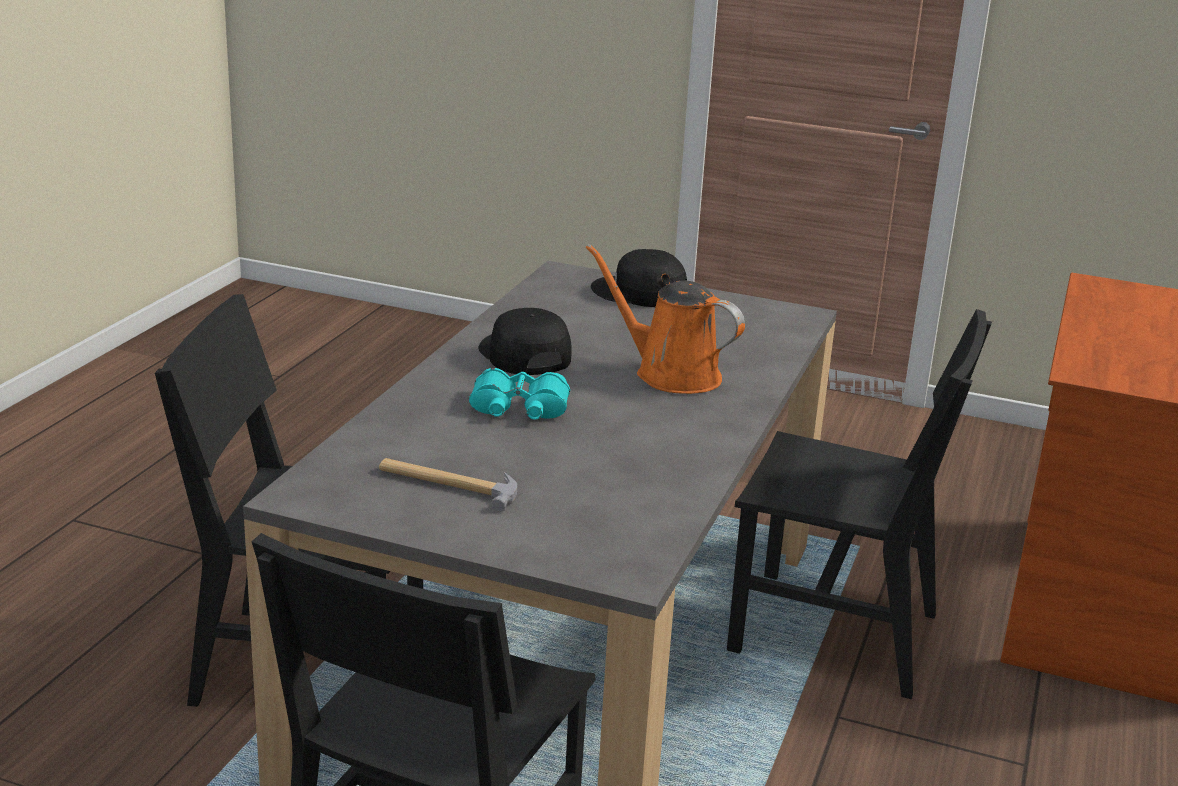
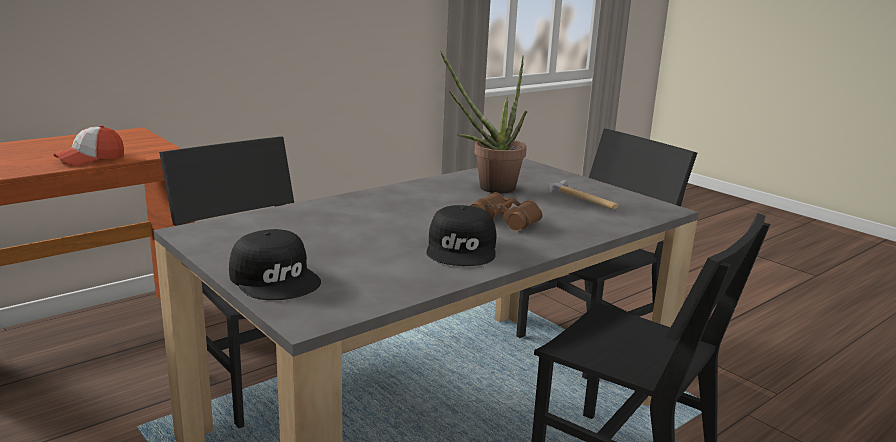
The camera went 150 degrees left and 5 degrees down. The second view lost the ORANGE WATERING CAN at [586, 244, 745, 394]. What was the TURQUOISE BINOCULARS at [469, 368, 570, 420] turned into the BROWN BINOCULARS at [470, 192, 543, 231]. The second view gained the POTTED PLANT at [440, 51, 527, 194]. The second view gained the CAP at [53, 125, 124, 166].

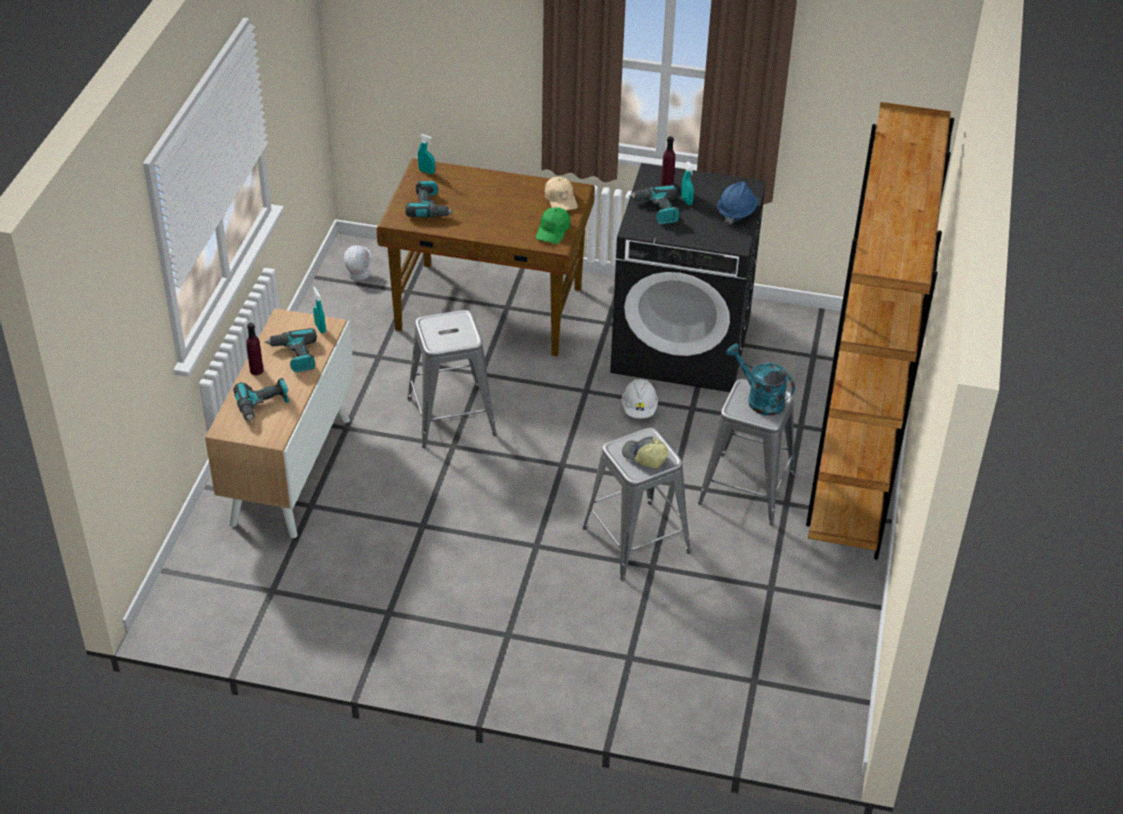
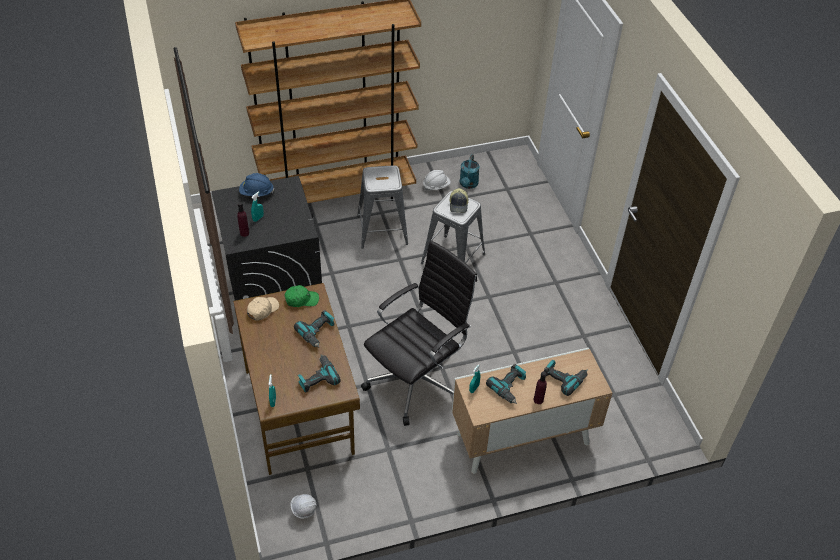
The camera went 120 degrees left and 5 degrees up. The POWER DRILL ended up elsewhere, having gone from [629, 185, 679, 224] to [294, 310, 334, 347]. Where the GREY STOOL stood at [407, 310, 497, 448], the BLACK OFFICE CHAIR came to stand at [361, 241, 477, 426]. The TURQUOISE WATERING CAN ended up elsewhere, having gone from [726, 344, 795, 416] to [460, 154, 480, 189]. The WHITE HARD HAT ended up elsewhere, having gone from [621, 379, 658, 418] to [423, 170, 451, 191].

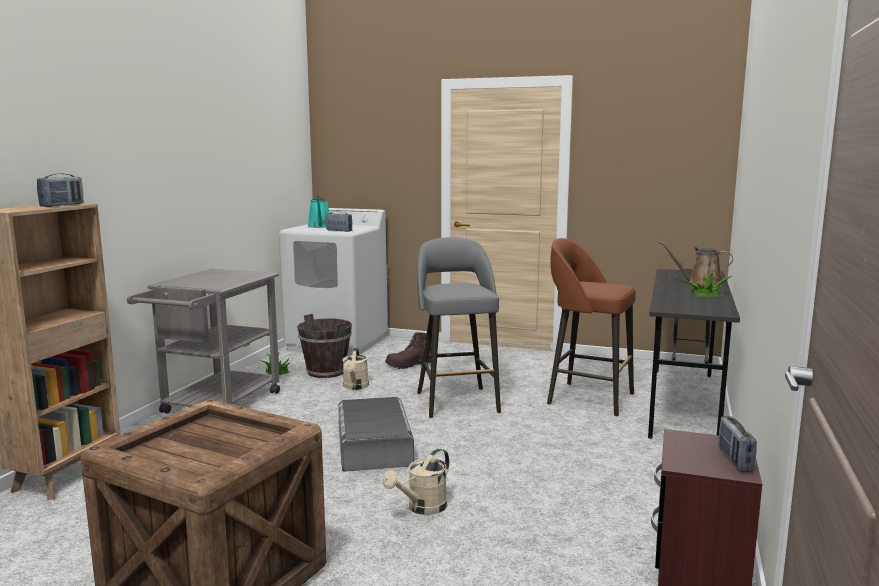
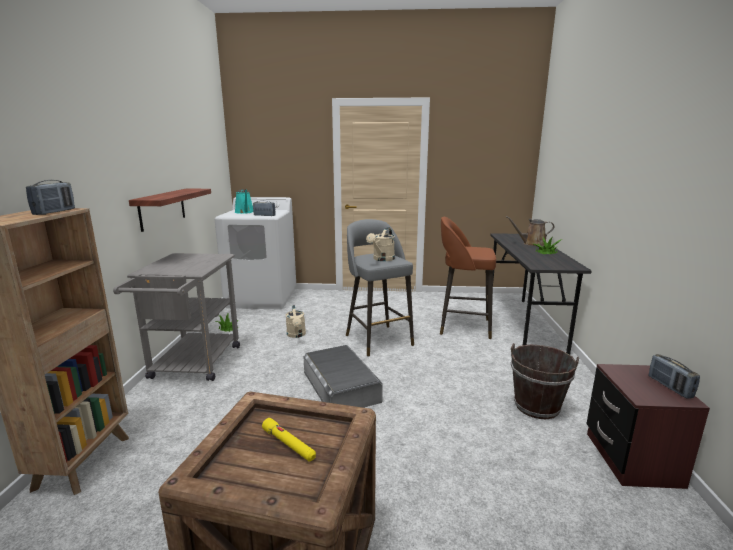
The camera went 15 degrees left and 5 degrees up. The BROWN BUCKET ended up elsewhere, having gone from [297, 314, 352, 378] to [511, 343, 579, 419]. The second view lost the BROWN BOOT at [385, 332, 432, 369]. The BEIGE WATERING CAN ended up elsewhere, having gone from [383, 448, 449, 515] to [366, 227, 395, 261]. The second view gained the SHELF at [129, 189, 211, 232]. The second view gained the YELLOW FLASHLIGHT at [262, 418, 316, 461].

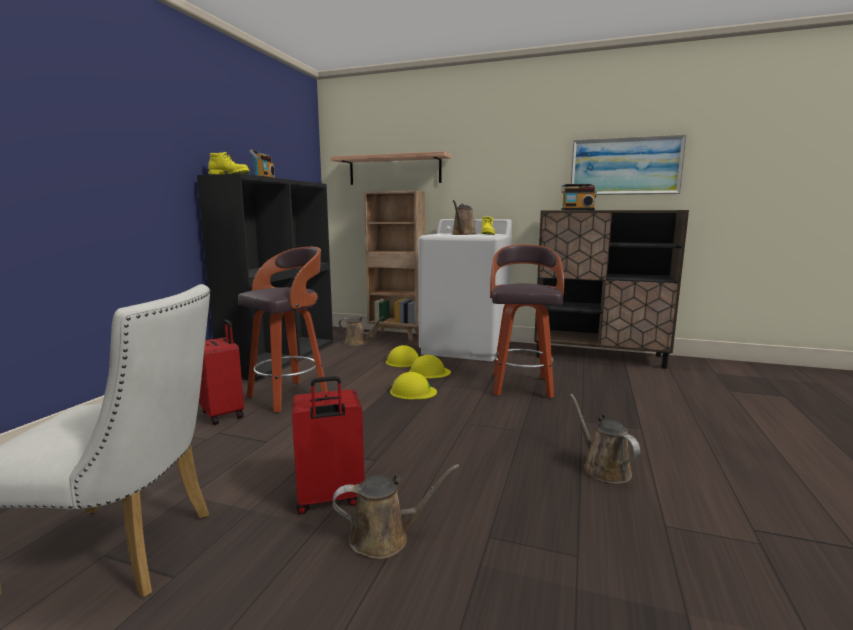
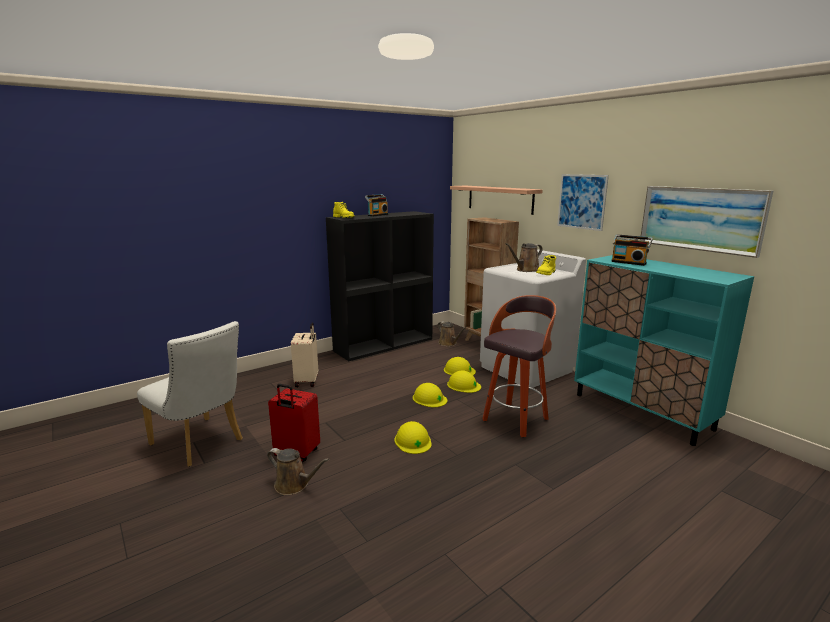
The camera went 35 degrees right and 5 degrees up. What was the BROWN CABINET at [534, 210, 689, 369] turned into the TURQUOISE CABINET at [574, 255, 754, 446]. The second view lost the STOOL at [238, 247, 328, 413]. What was the RED SUITCASE at [199, 320, 244, 425] turned into the BEIGE SUITCASE at [291, 322, 318, 387]. The second view lost the BROWN WATERING CAN at [570, 394, 640, 484]. The second view gained the PICTURE at [557, 174, 609, 231]. The second view gained the YELLOW HARD HAT at [394, 421, 432, 454].

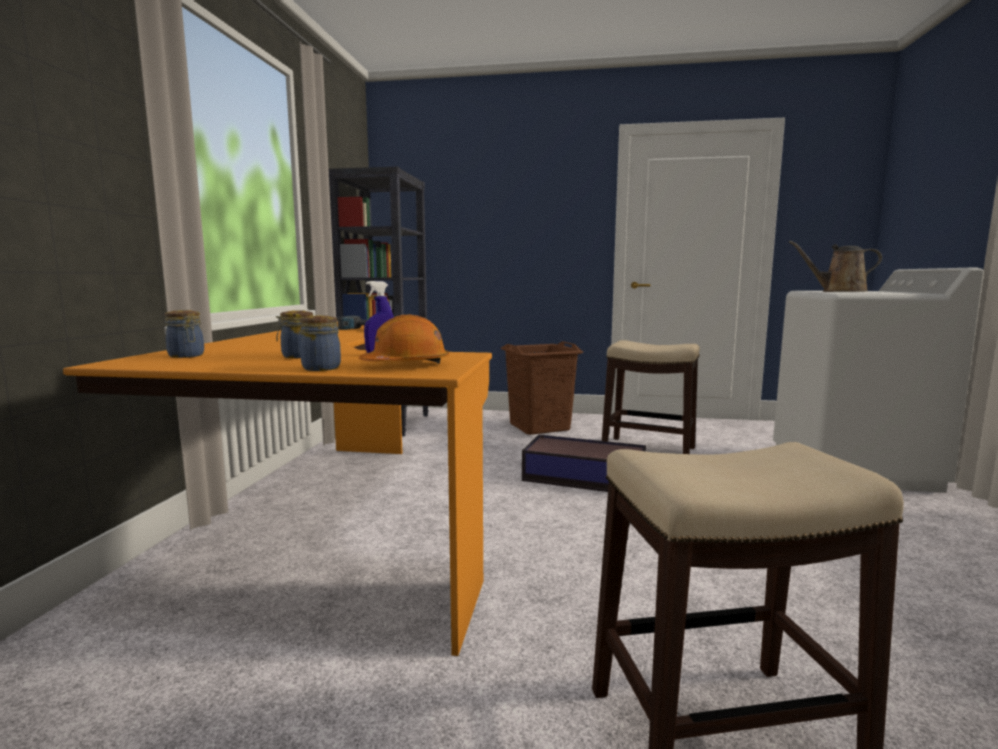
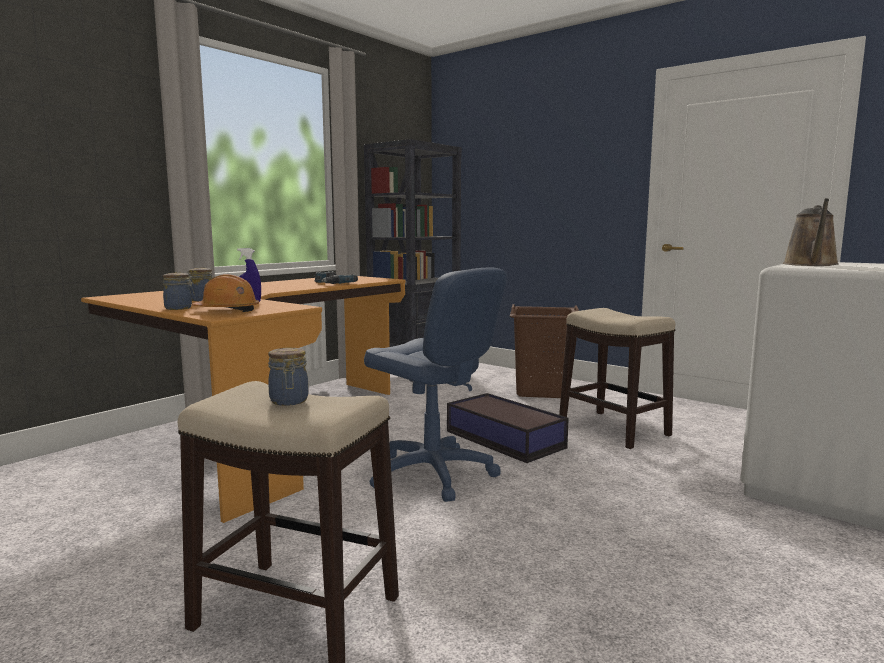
The camera went 30 degrees right and 0 degrees up. The BROWN WATERING CAN at [789, 241, 882, 292] ended up facing another way, 105 degrees counterclockwise from before. The JAR ended up elsewhere, having gone from [164, 310, 204, 358] to [268, 348, 309, 406]. The second view gained the BLUE OFFICE CHAIR at [364, 268, 507, 502].

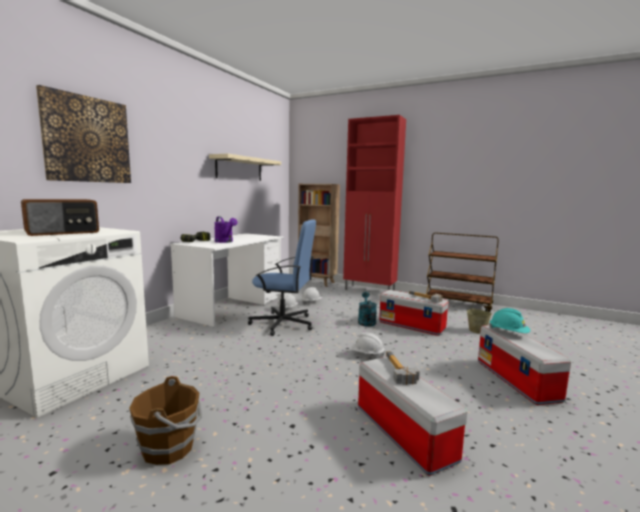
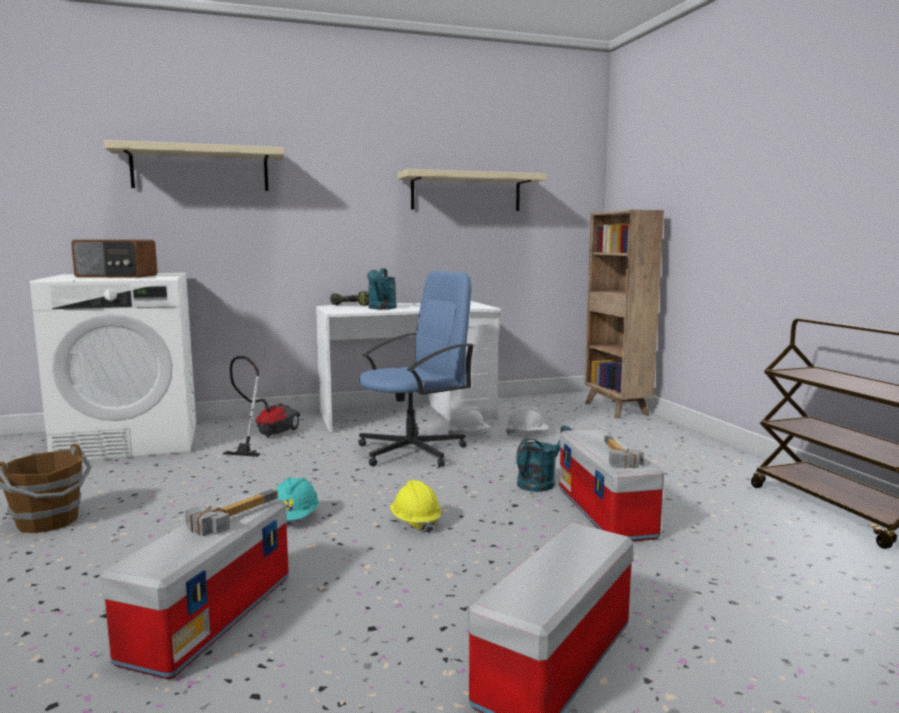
The camera went 45 degrees right and 0 degrees up. Where the PICTURE hung at [36, 85, 131, 183], the BEIGE SHELF came to hang at [104, 140, 284, 191]. The second view lost the RED CABINET at [343, 115, 406, 291]. What was the PURPLE WATERING CAN at [214, 216, 238, 243] turned into the TURQUOISE WATERING CAN at [367, 269, 397, 309]. The BLUE OFFICE CHAIR at [248, 219, 316, 336] ended up facing another way, 90 degrees counterclockwise from before. The second view lost the BEIGE BUCKET at [467, 299, 492, 334]. The TURQUOISE HARD HAT ended up elsewhere, having gone from [489, 308, 531, 333] to [276, 477, 319, 520]. What was the WHITE HARD HAT at [351, 332, 385, 357] turned into the YELLOW HARD HAT at [390, 480, 441, 533]. The second view gained the VACUUM CLEANER at [223, 356, 300, 457].

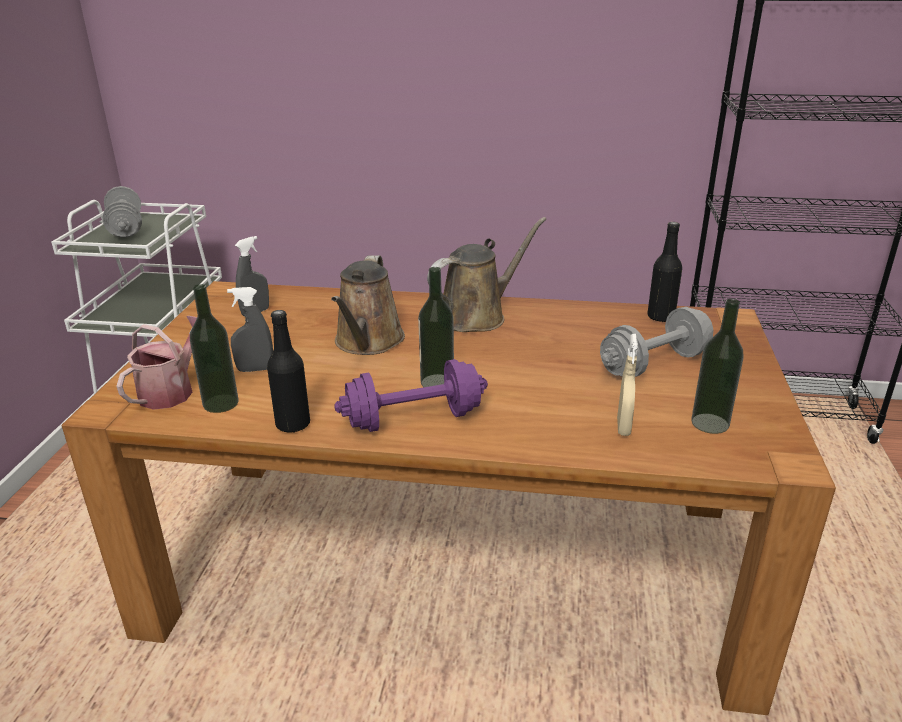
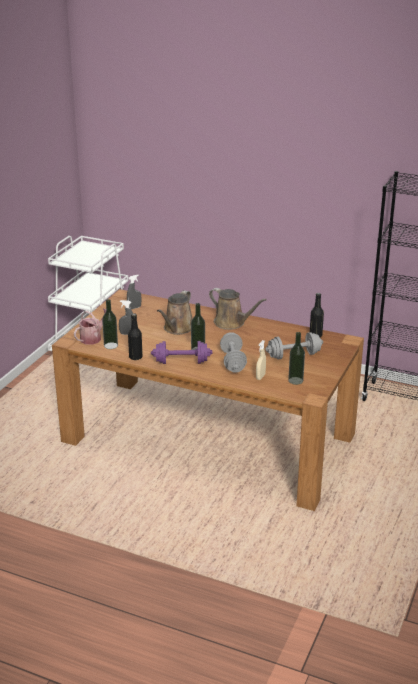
The camera went 15 degrees right and 0 degrees up. The GREY DUMBBELL ended up elsewhere, having gone from [103, 186, 142, 238] to [220, 332, 247, 372]. The BROWN WATERING CAN at [427, 217, 546, 332] ended up facing another way, 60 degrees clockwise from before.

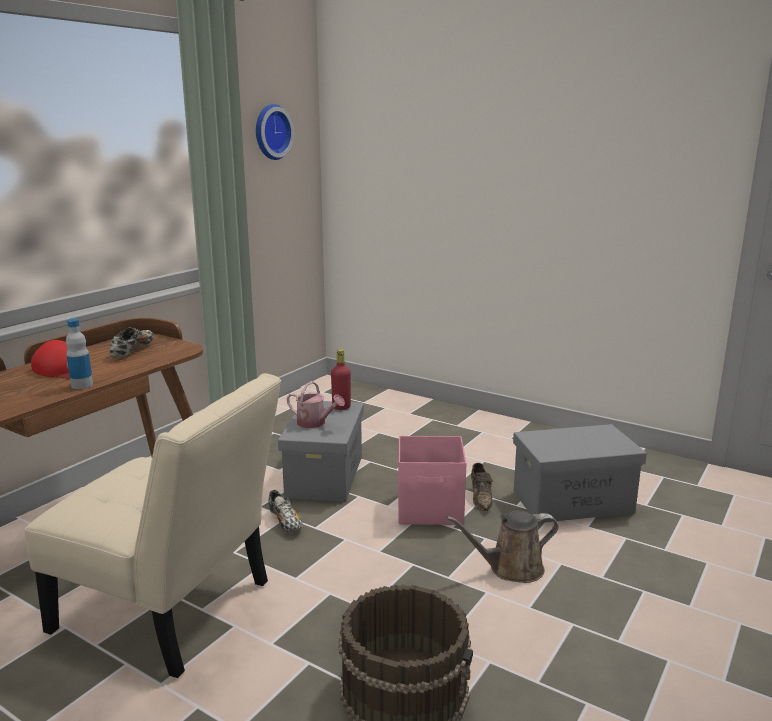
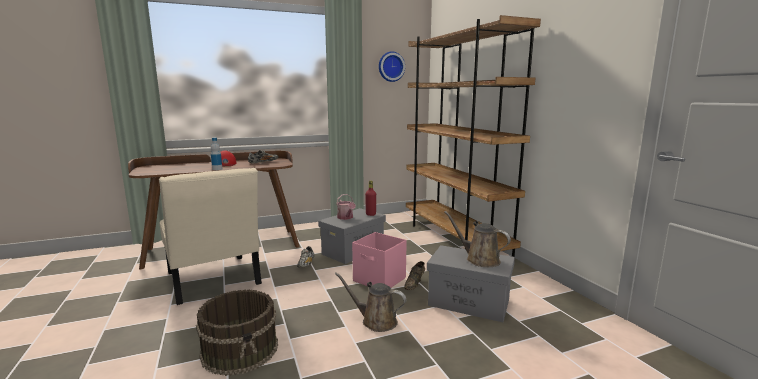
The camera went 35 degrees right and 5 degrees down. The second view gained the BROWN BOOKCASE at [406, 15, 541, 257]. The second view gained the BROWN WATERING CAN at [444, 211, 511, 267].

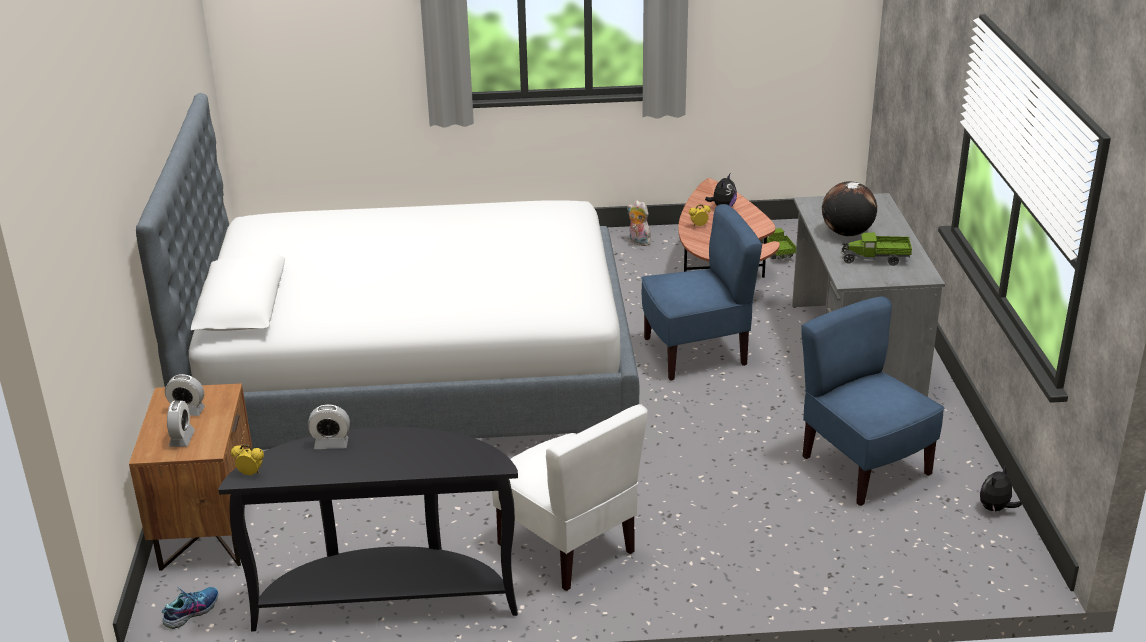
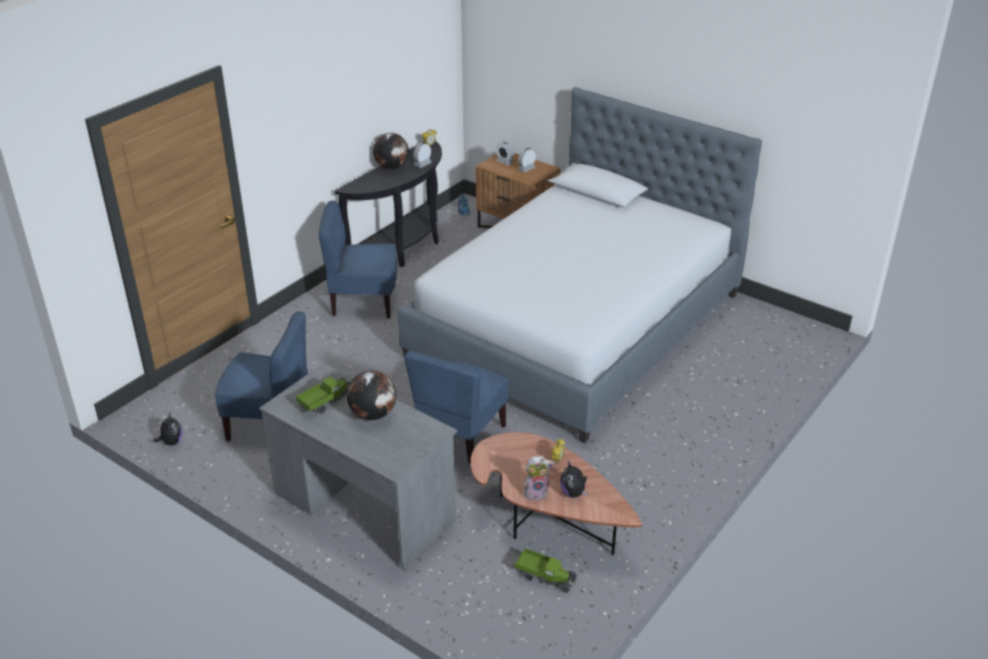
The camera went 130 degrees right and 5 degrees up. The PLUSH TOY ended up elsewhere, having gone from [627, 200, 651, 246] to [523, 456, 554, 501]. What was the WHITE CHAIR at [492, 404, 648, 591] turned into the BLUE CHAIR at [319, 201, 397, 319]. The second view gained the GLOBE at [373, 133, 409, 169].

